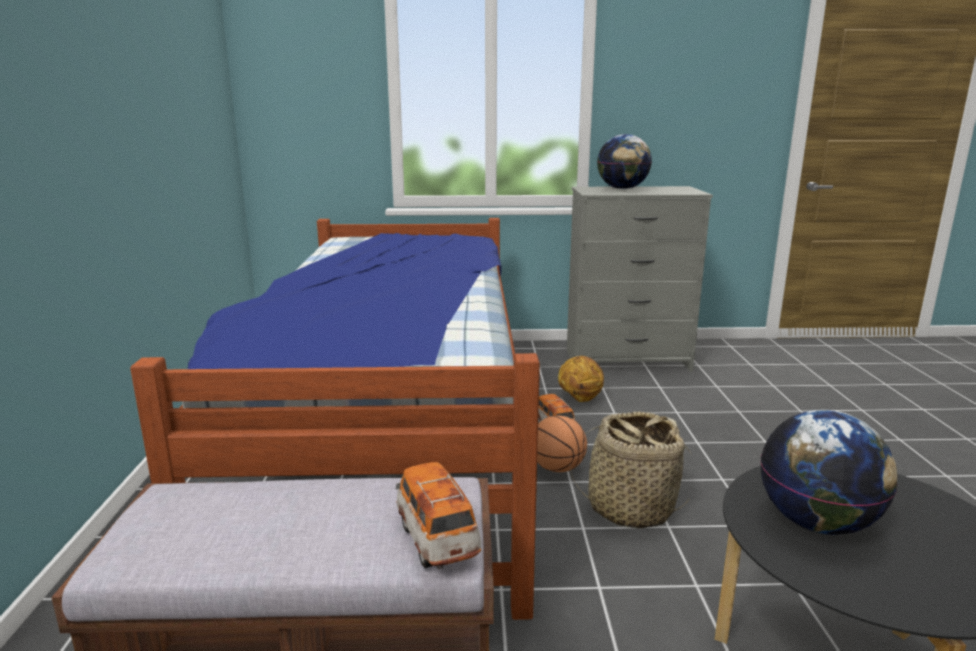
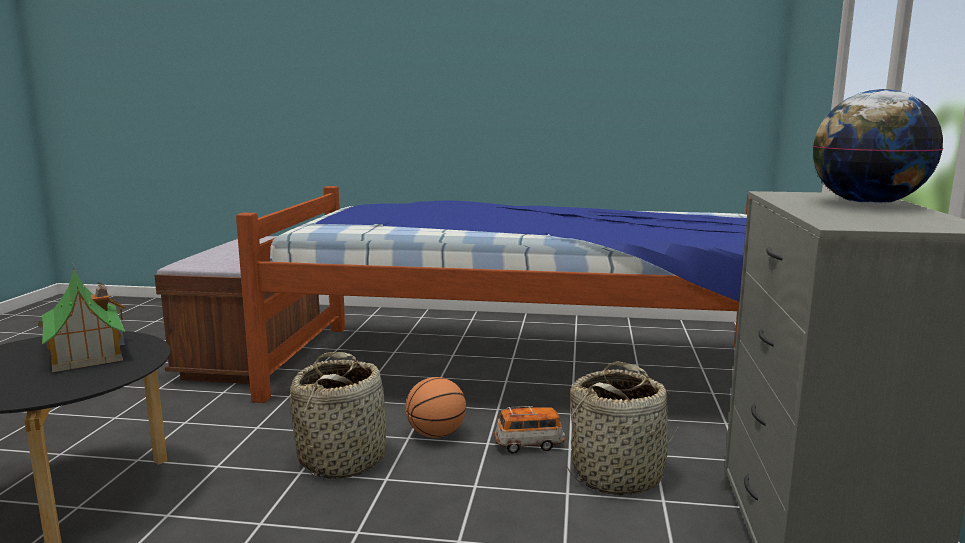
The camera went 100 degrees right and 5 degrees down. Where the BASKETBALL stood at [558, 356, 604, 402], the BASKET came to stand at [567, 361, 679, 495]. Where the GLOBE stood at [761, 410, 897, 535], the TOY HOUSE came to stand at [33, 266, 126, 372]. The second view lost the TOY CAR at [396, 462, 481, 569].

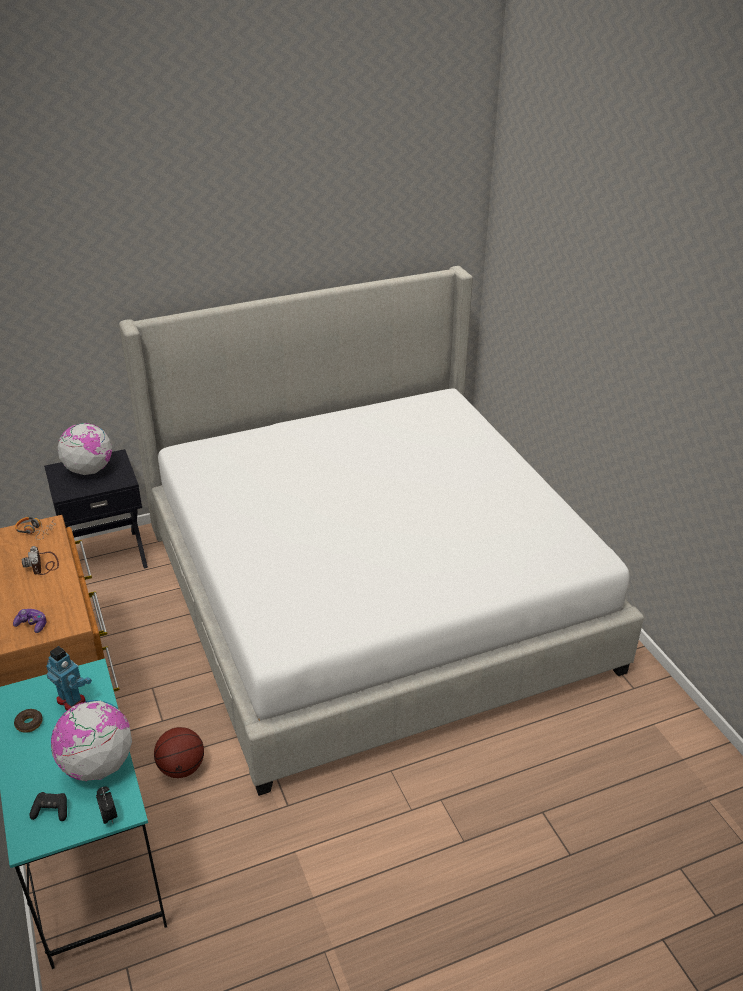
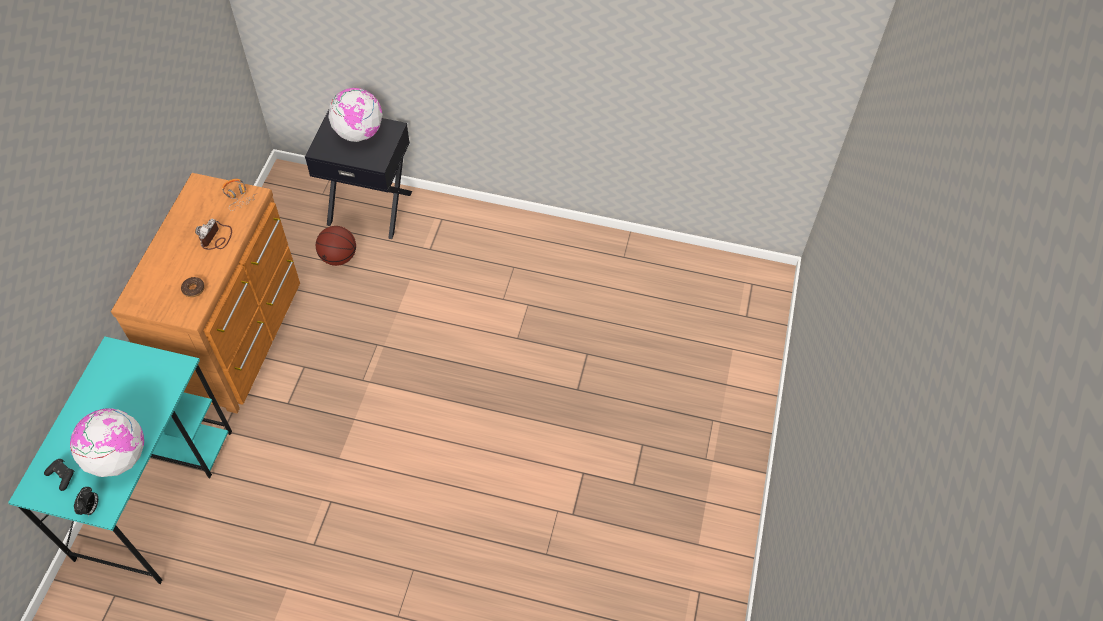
The camera went 35 degrees right and 20 degrees up. The second view lost the BED at [119, 266, 644, 796]. The second view lost the GAME CONTROLLER at [13, 609, 47, 633]. The second view lost the TOY ROBOT at [46, 646, 92, 710]. The DONUT ended up elsewhere, having gone from [14, 709, 43, 733] to [181, 277, 205, 297]. The BASKETBALL ended up elsewhere, having gone from [154, 727, 204, 778] to [316, 226, 356, 266].

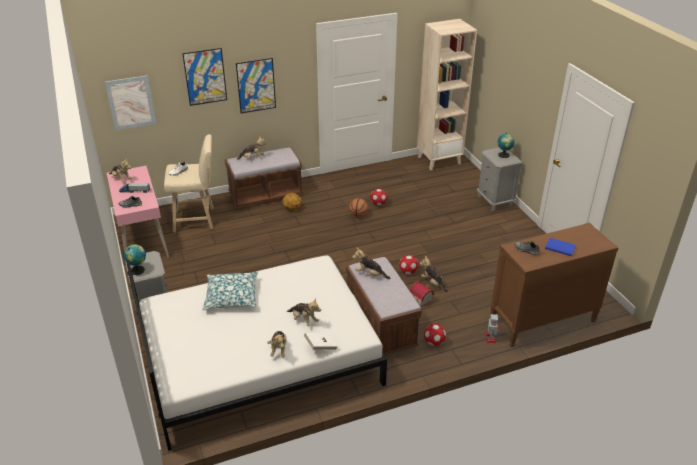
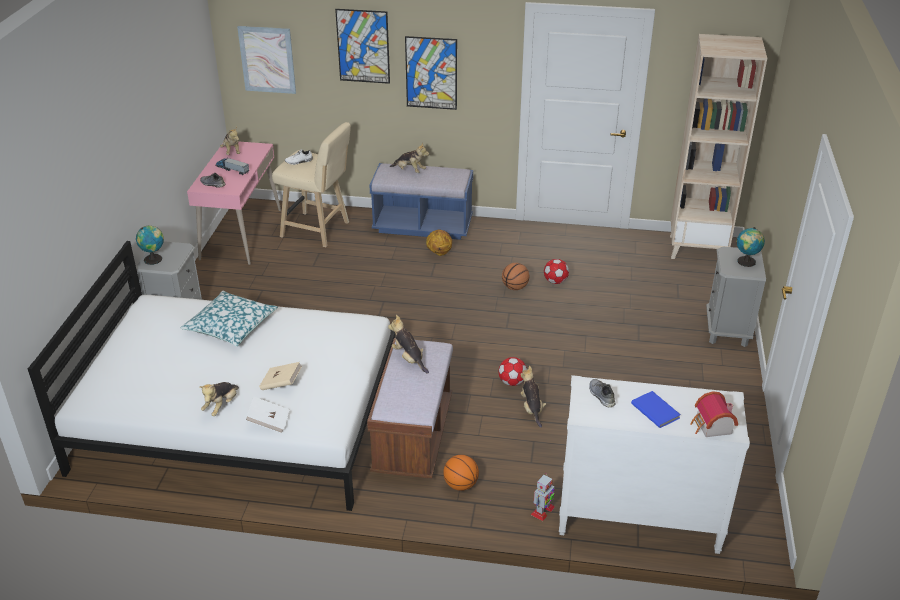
The camera went 30 degrees right and 0 degrees up. What was the BROWN BENCH at [225, 147, 303, 209] turned into the BLUE BENCH at [369, 163, 473, 240]. What was the BROWN DRESSER at [491, 223, 618, 347] turned into the WHITE DRESSER at [559, 375, 750, 554]. The TOY HOUSE ended up elsewhere, having gone from [409, 281, 434, 306] to [691, 391, 738, 437]. Where the PLUSH TOY stood at [287, 298, 321, 326], the BEIGE BOOK came to stand at [259, 362, 302, 390]. Where the FOOTBALL stood at [424, 324, 446, 346], the BASKETBALL came to stand at [443, 455, 479, 491].

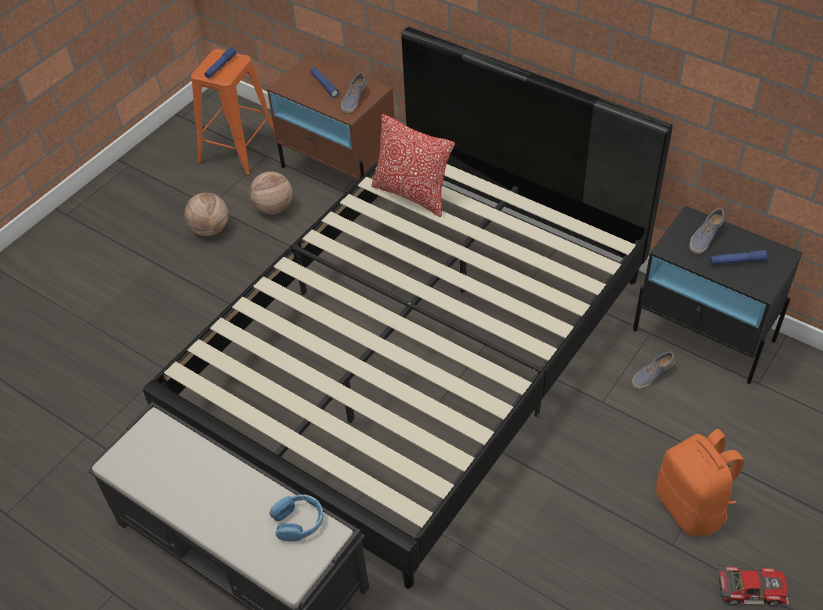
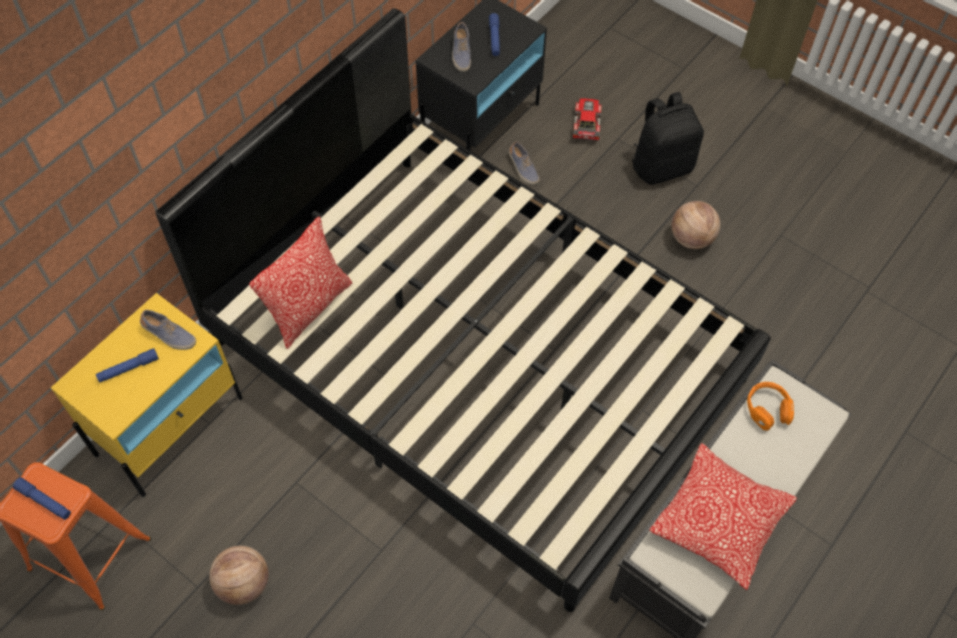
The camera went 90 degrees left and 10 degrees up. What was the BROWN NIGHTSTAND at [267, 54, 395, 179] turned into the YELLOW NIGHTSTAND at [51, 293, 243, 497]. The BASKETBALL ended up elsewhere, having gone from [250, 171, 292, 214] to [672, 201, 720, 249]. The SHOE at [689, 208, 724, 254] ended up facing another way, 45 degrees clockwise from before. What was the ORANGE BACKPACK at [656, 429, 744, 536] turned into the BLACK BACKPACK at [632, 92, 704, 185]. What was the BLUE HEADPHONES at [269, 495, 323, 541] turned into the ORANGE HEADPHONES at [747, 382, 794, 431]. The TOY CAR ended up elsewhere, having gone from [718, 565, 789, 606] to [573, 98, 602, 142]. The second view gained the PILLOW at [650, 443, 797, 590].

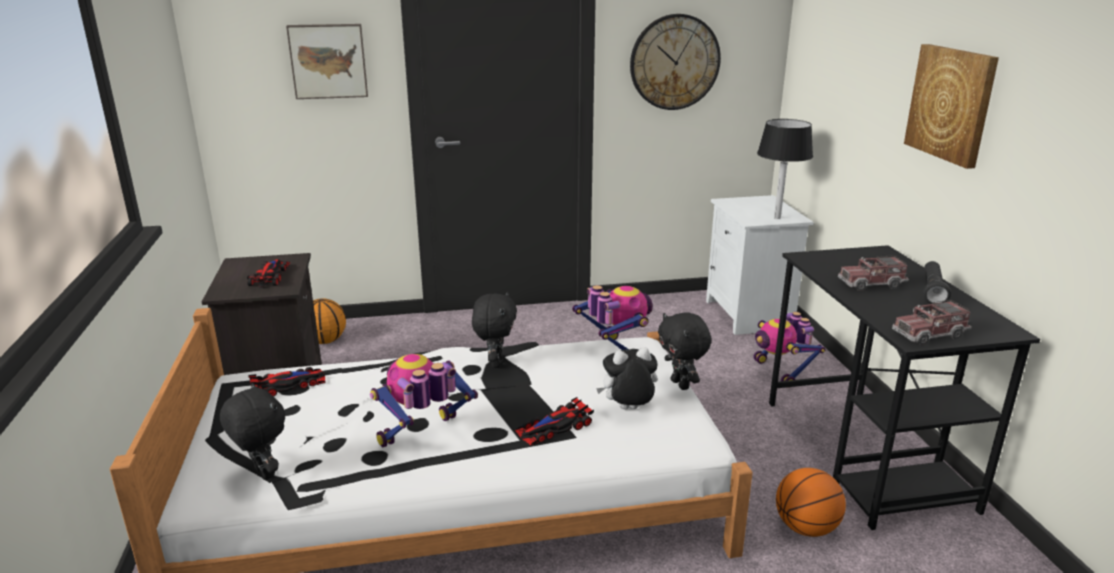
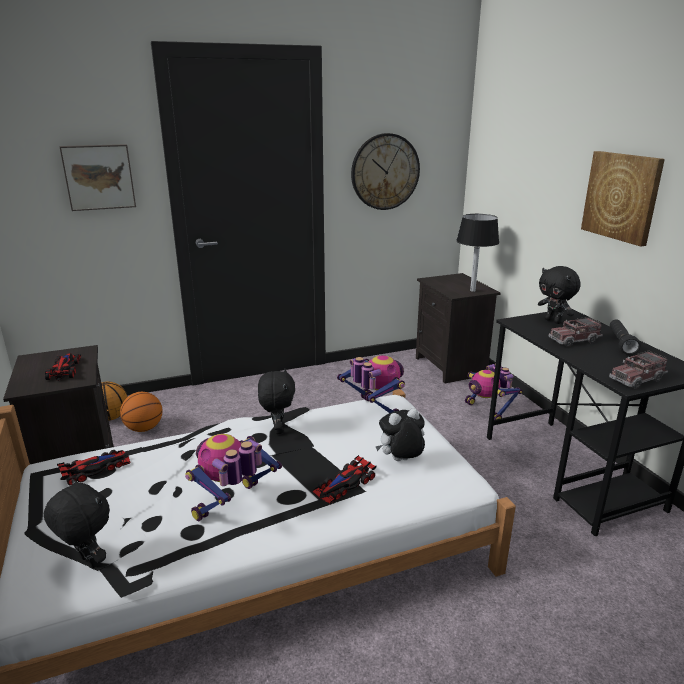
The camera went 10 degrees left and 0 degrees up. What was the WHITE NIGHTSTAND at [706, 195, 814, 335] turned into the BLACK NIGHTSTAND at [416, 273, 501, 383]. The BLACK PLUSH TOY ended up elsewhere, having gone from [658, 312, 712, 390] to [538, 266, 581, 324]. The BASKETBALL ended up elsewhere, having gone from [776, 468, 846, 537] to [120, 392, 162, 432].

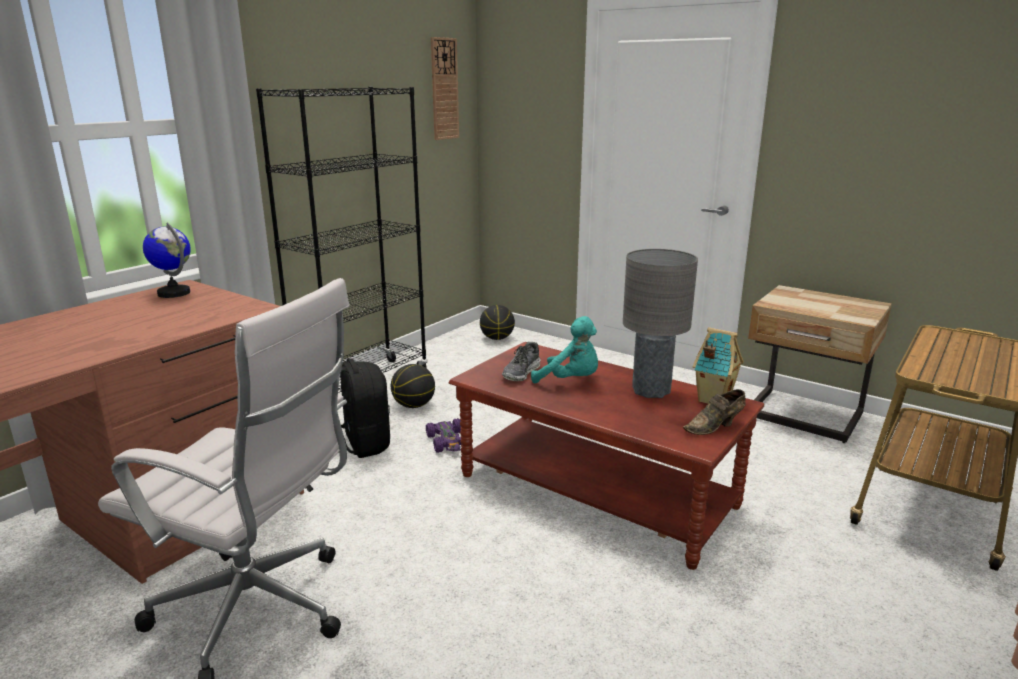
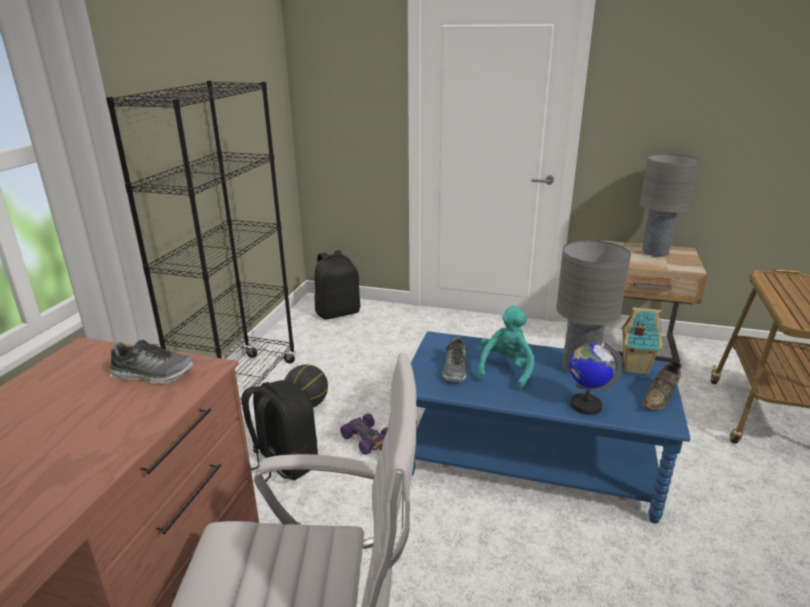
The camera went 20 degrees left and 5 degrees up. The second view lost the WALL CLOCK at [431, 37, 459, 140]. The GLOBE ended up elsewhere, having gone from [143, 223, 191, 298] to [569, 343, 623, 415]. Where the BASKETBALL stood at [480, 305, 515, 340], the BLACK BACKPACK came to stand at [314, 250, 360, 319]. The TURQUOISE PLUSH TOY at [531, 316, 598, 384] ended up facing another way, 75 degrees counterclockwise from before. What was the BROWN COFFEE TABLE at [449, 342, 764, 570] turned into the BLUE COFFEE TABLE at [411, 331, 690, 524]. The second view gained the GREY TABLE LAMP at [640, 154, 699, 257]. The second view gained the SHOE at [110, 340, 193, 383].

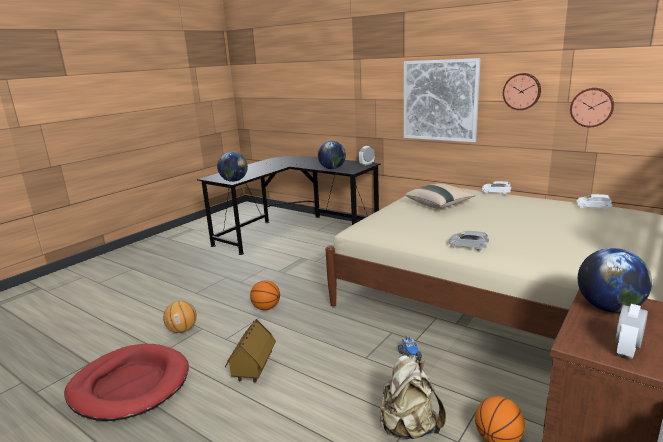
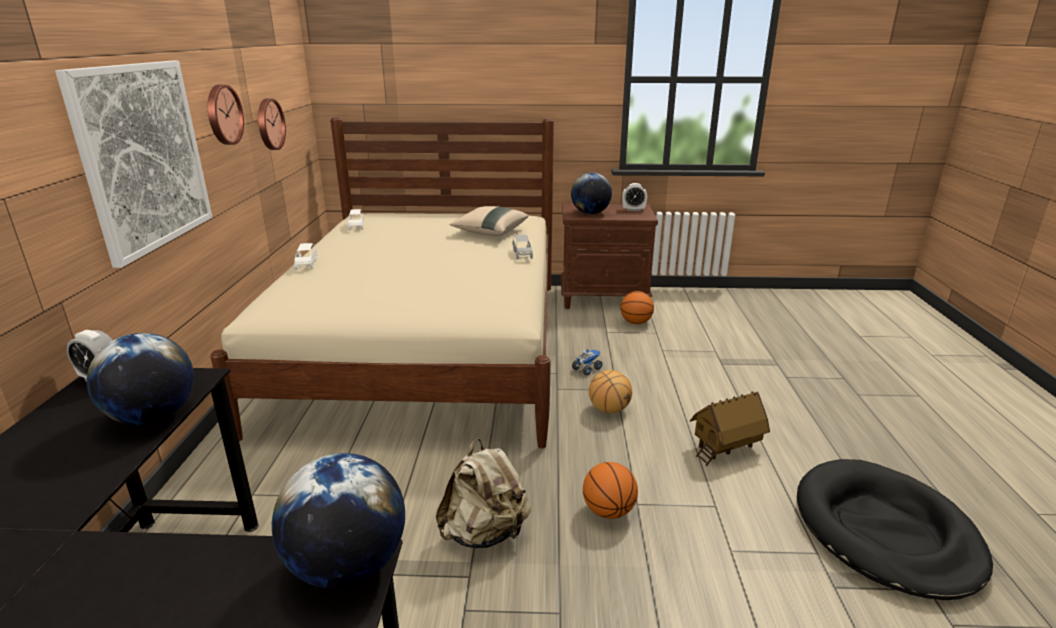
The camera went 125 degrees left and 5 degrees up. The BEIGE PILLOW ended up elsewhere, having gone from [405, 183, 476, 209] to [450, 206, 528, 236]. The BASKETBALL ended up elsewhere, having gone from [163, 301, 197, 333] to [589, 370, 632, 413]. What was the RED DOG BED at [64, 344, 189, 421] turned into the BLACK DOG BED at [797, 459, 993, 600]. The BEIGE BACKPACK ended up elsewhere, having gone from [380, 355, 446, 439] to [436, 438, 531, 548].

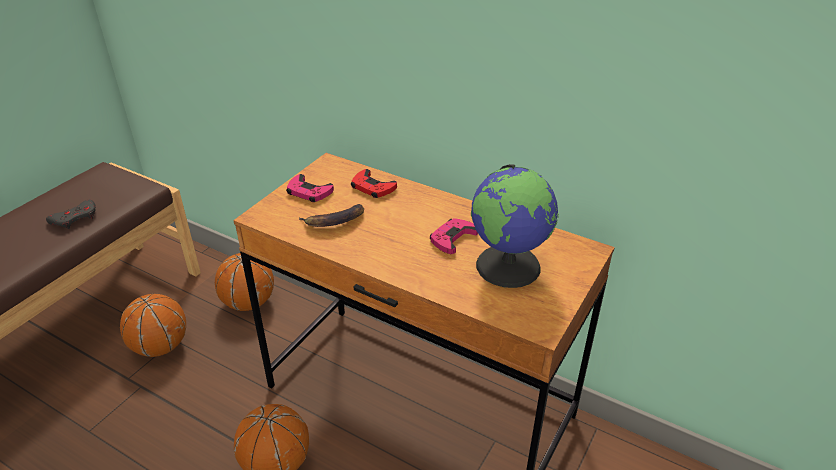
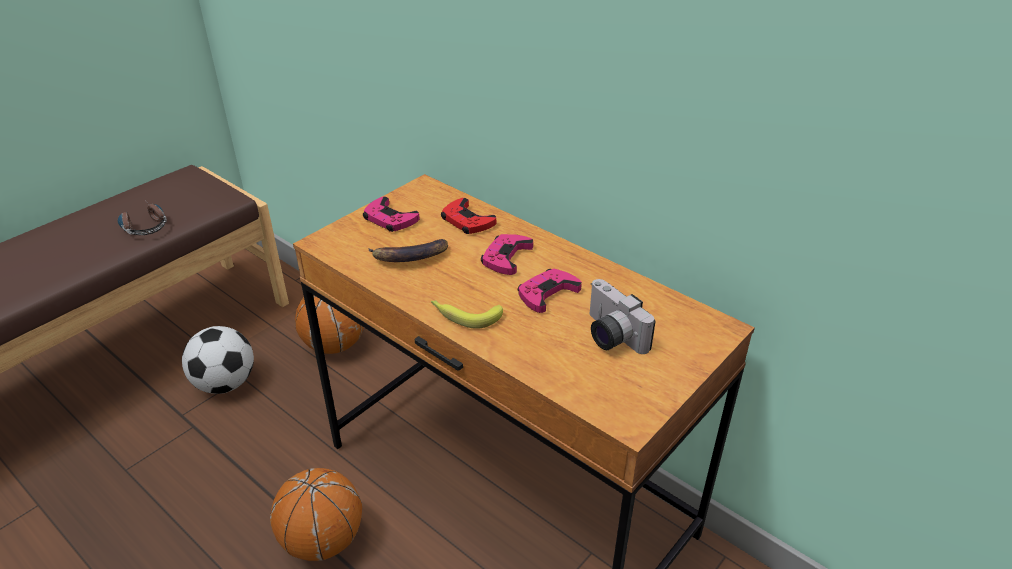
The camera went 10 degrees right and 0 degrees up. Where the GLOBE stood at [471, 164, 559, 288], the PHOTO CAMERA came to stand at [590, 279, 656, 354]. Where the GREY GAME CONTROLLER stood at [46, 200, 96, 229], the HEADPHONES came to stand at [118, 204, 167, 235]. Where the BASKETBALL stood at [120, 294, 186, 357], the FOOTBALL came to stand at [182, 326, 254, 394]. The second view gained the PINK GAME CONTROLLER at [481, 234, 533, 275]. The second view gained the BANANA at [430, 300, 503, 329].

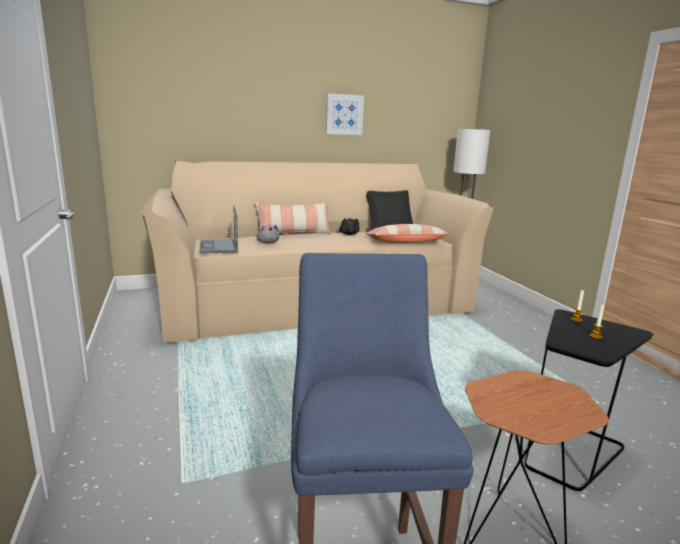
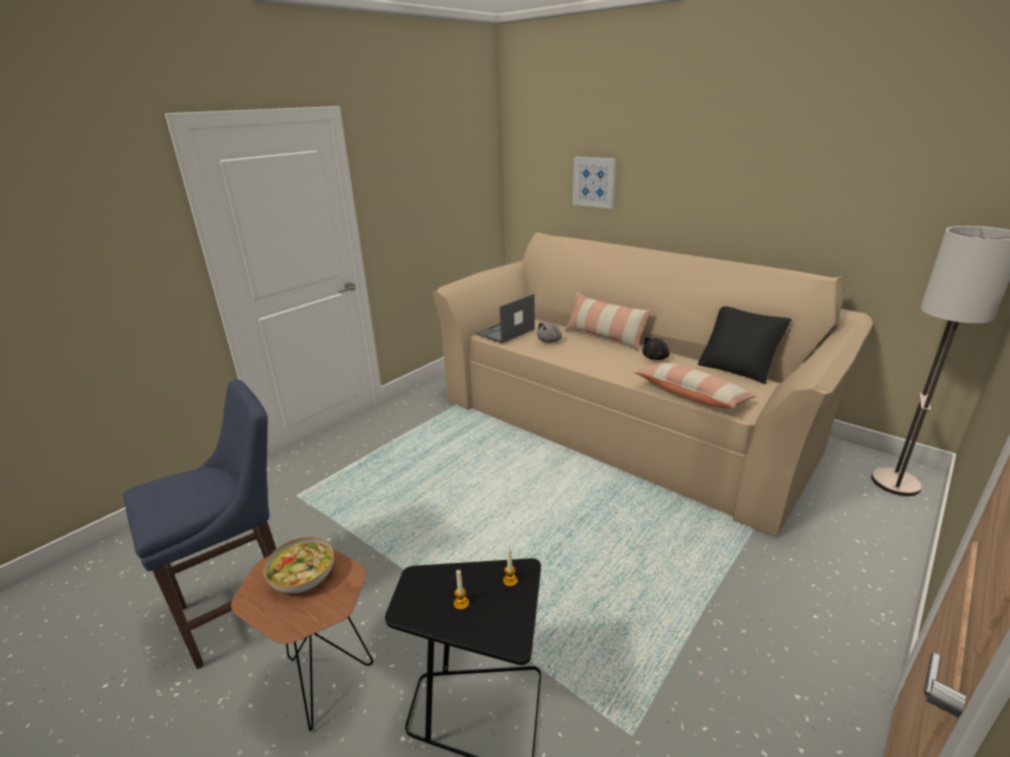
The camera went 60 degrees right and 10 degrees up. The PICTURE ended up elsewhere, having gone from [326, 93, 364, 135] to [573, 157, 616, 209]. The second view gained the BOWL at [263, 537, 334, 593].

